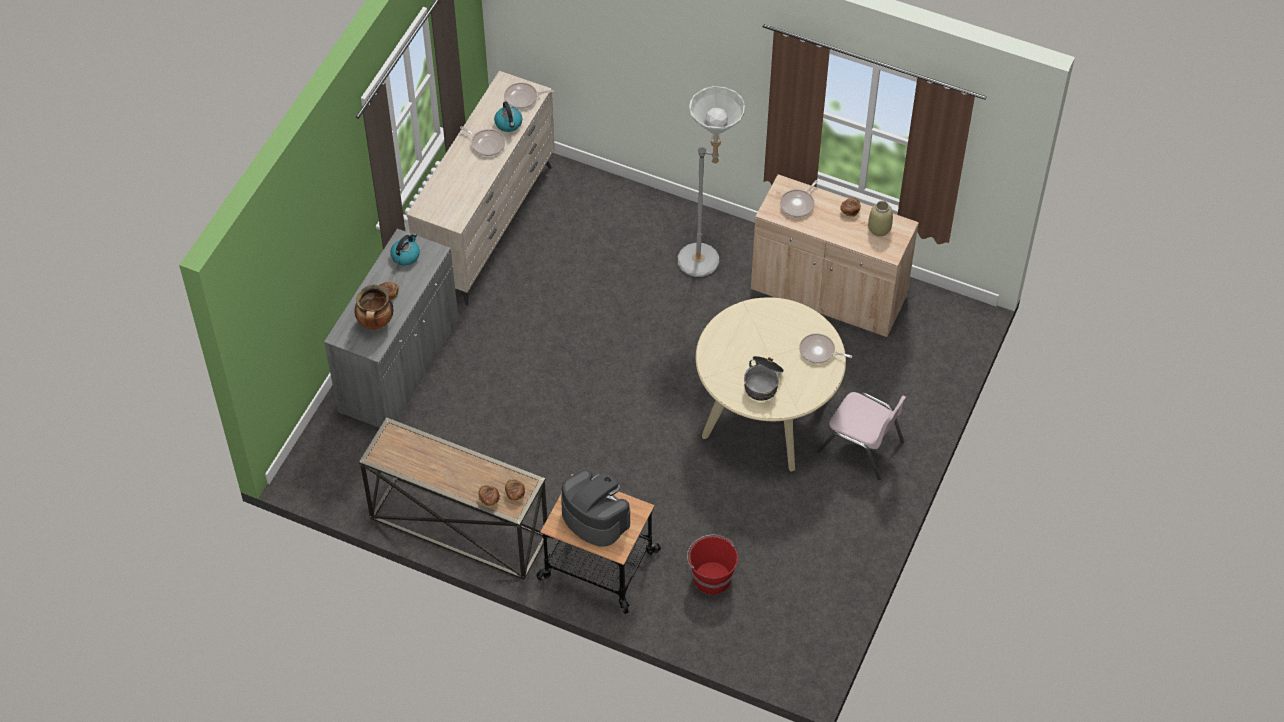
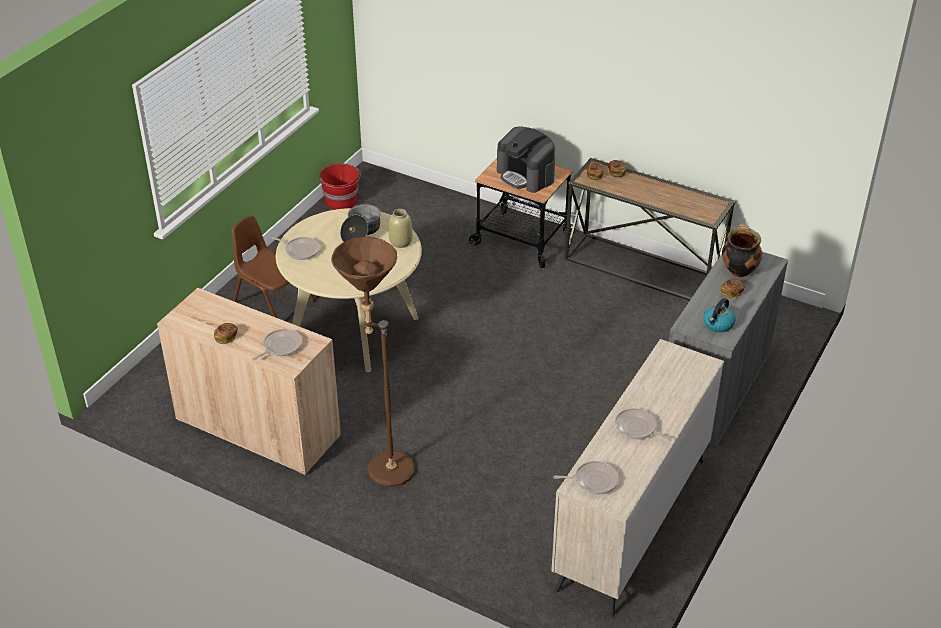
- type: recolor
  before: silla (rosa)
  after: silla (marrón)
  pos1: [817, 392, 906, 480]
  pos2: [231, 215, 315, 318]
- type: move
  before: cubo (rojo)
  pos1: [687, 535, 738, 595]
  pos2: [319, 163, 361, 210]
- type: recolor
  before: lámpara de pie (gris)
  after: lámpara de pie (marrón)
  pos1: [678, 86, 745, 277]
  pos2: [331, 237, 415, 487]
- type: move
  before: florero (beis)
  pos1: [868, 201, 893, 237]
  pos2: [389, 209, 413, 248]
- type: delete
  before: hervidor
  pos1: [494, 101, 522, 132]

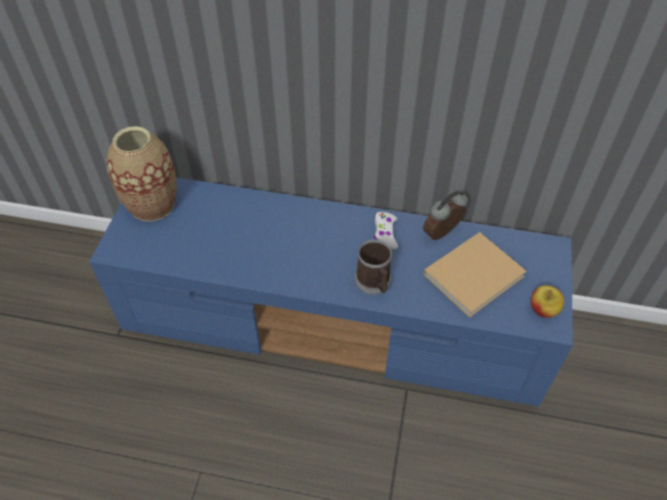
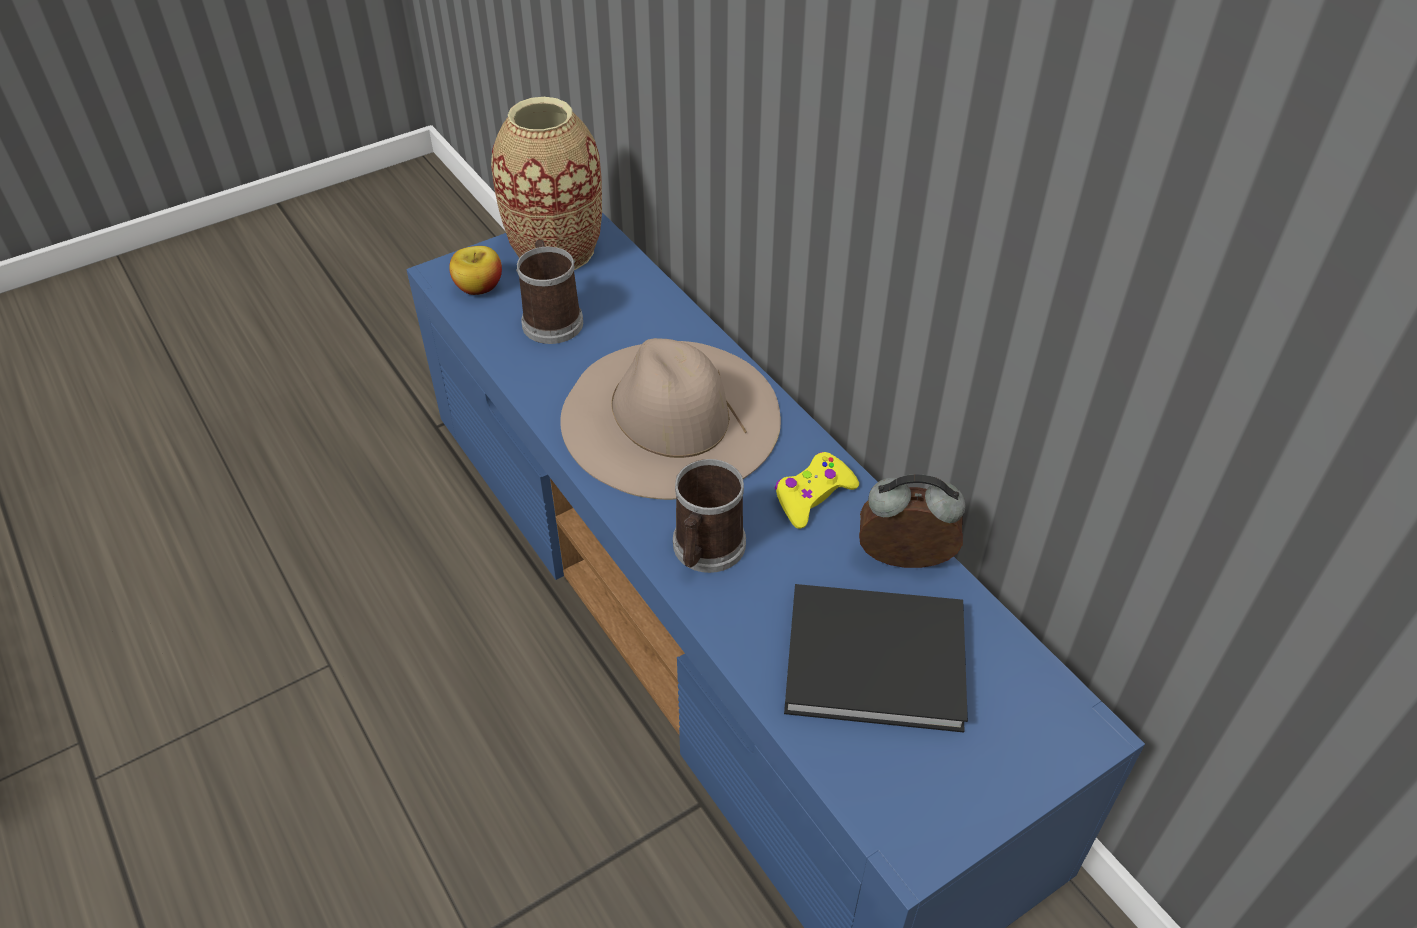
- type: move
  before: manzana
  pos1: [531, 285, 564, 318]
  pos2: [449, 246, 502, 295]
- type: insert
  after: taza grande
  pos2: [516, 240, 583, 344]
- type: insert
  after: sombrero (beis)
  pos2: [560, 338, 781, 500]
- type: recolor
  before: mando de consola (blanco)
  after: mando de consola (amarillo)
  pos1: [374, 212, 398, 250]
  pos2: [775, 452, 859, 529]
- type: recolor
  before: libro (beis)
  after: libro (negro)
  pos1: [424, 232, 527, 318]
  pos2: [784, 584, 968, 732]

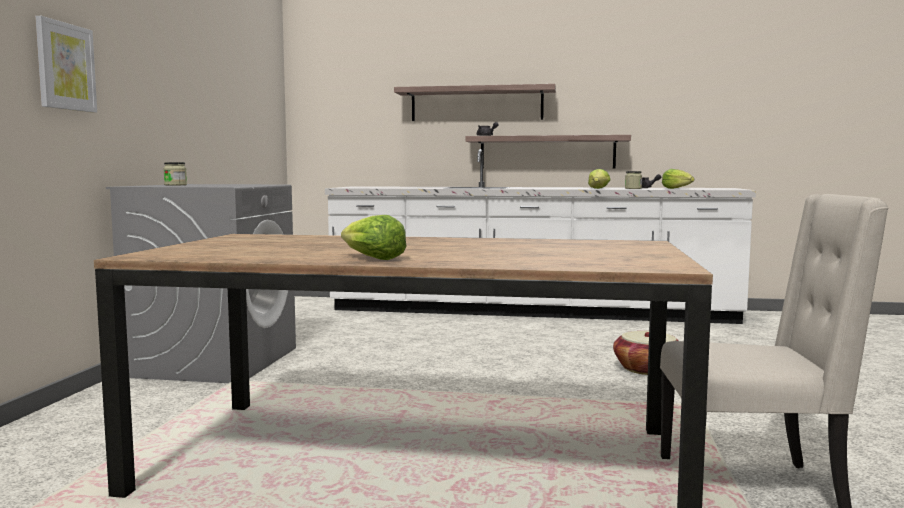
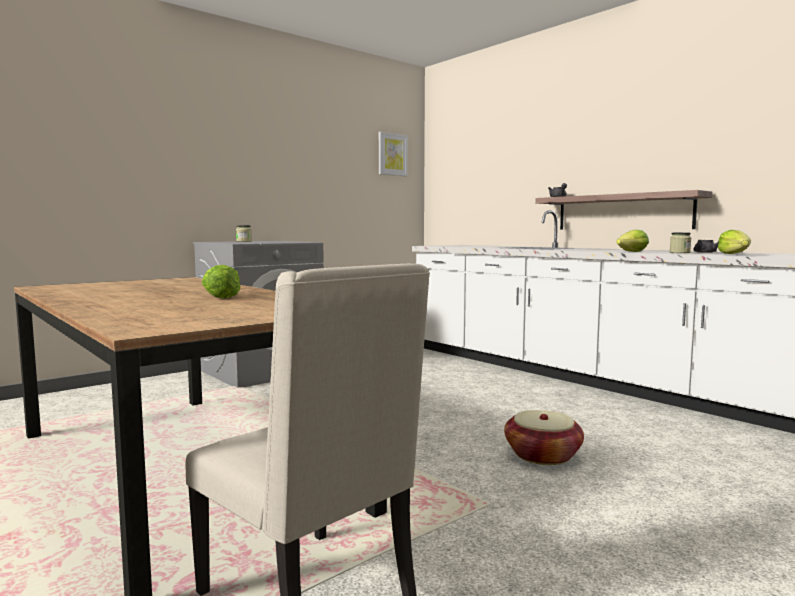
- type: move
  before: lechuga
  pos1: [341, 215, 406, 260]
  pos2: [202, 265, 241, 299]
- type: move
  before: cuadro
  pos1: [35, 16, 97, 113]
  pos2: [379, 131, 408, 176]
- type: delete
  before: estante
  pos1: [394, 84, 556, 121]

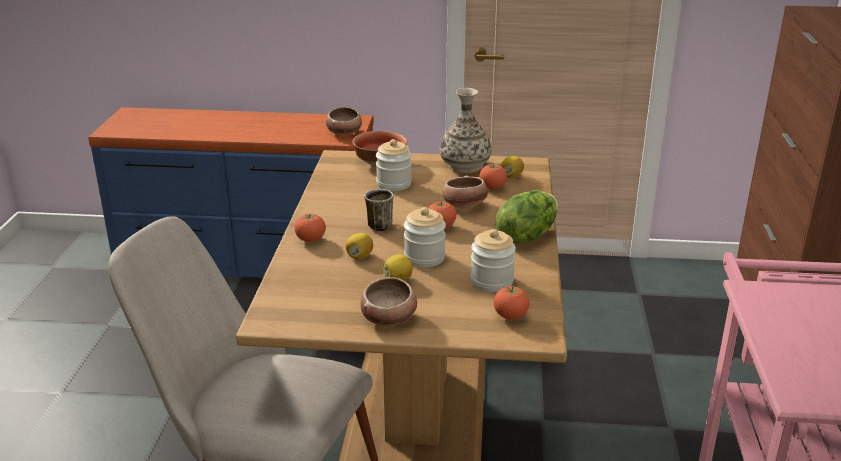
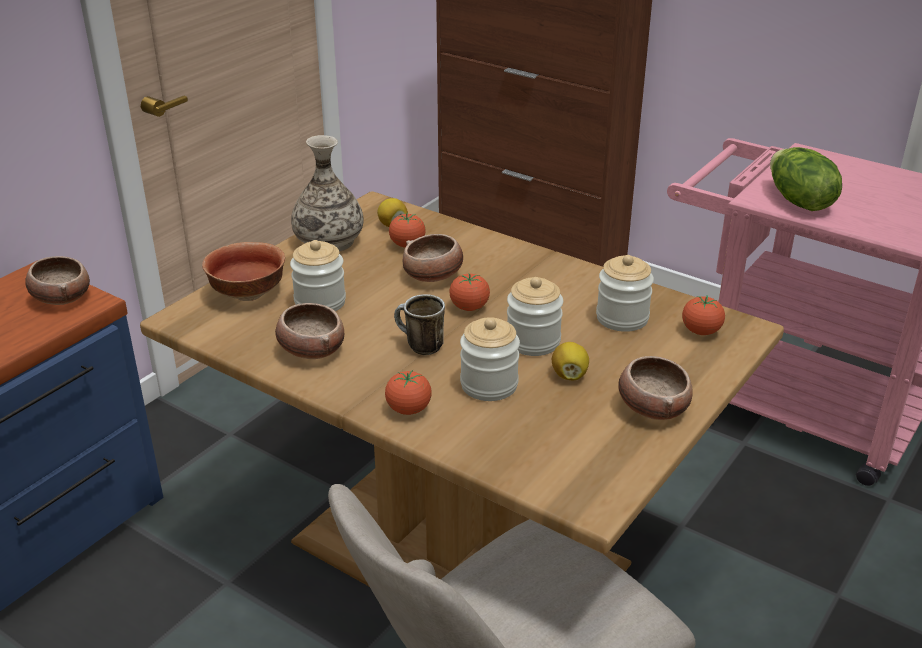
- type: insert
  after: cuenco
  pos2: [275, 303, 344, 359]
- type: replace
  before: limón
  after: tarro
  pos1: [346, 233, 373, 259]
  pos2: [460, 317, 520, 401]
- type: move
  before: lechuga
  pos1: [496, 190, 558, 244]
  pos2: [770, 147, 842, 211]

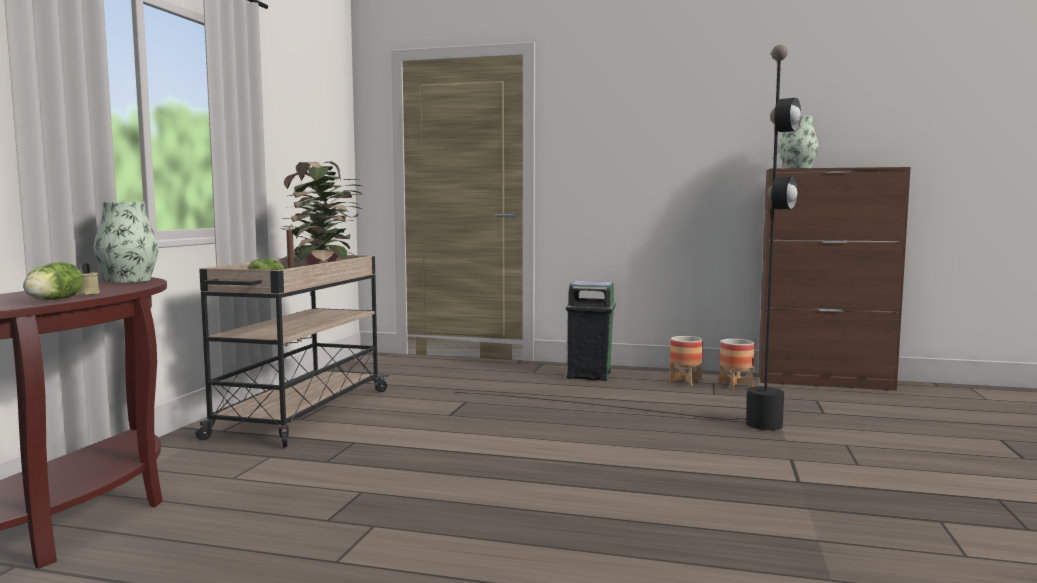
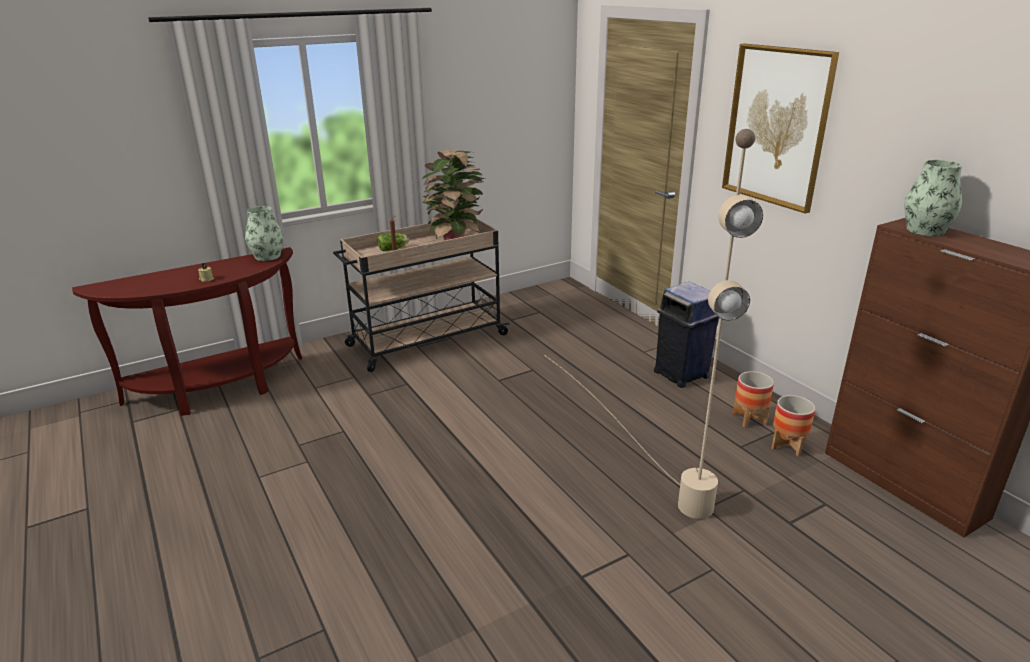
- type: recolor
  before: lámpara de pie (negro)
  after: lámpara de pie (beis)
  pos1: [455, 45, 801, 430]
  pos2: [544, 129, 763, 519]
- type: recolor
  before: papelera (verde)
  after: papelera (azul)
  pos1: [566, 281, 616, 381]
  pos2: [654, 282, 719, 388]
- type: insert
  after: cuadro
  pos2: [722, 43, 839, 214]
- type: delete
  before: lechuga
  pos1: [23, 262, 83, 300]

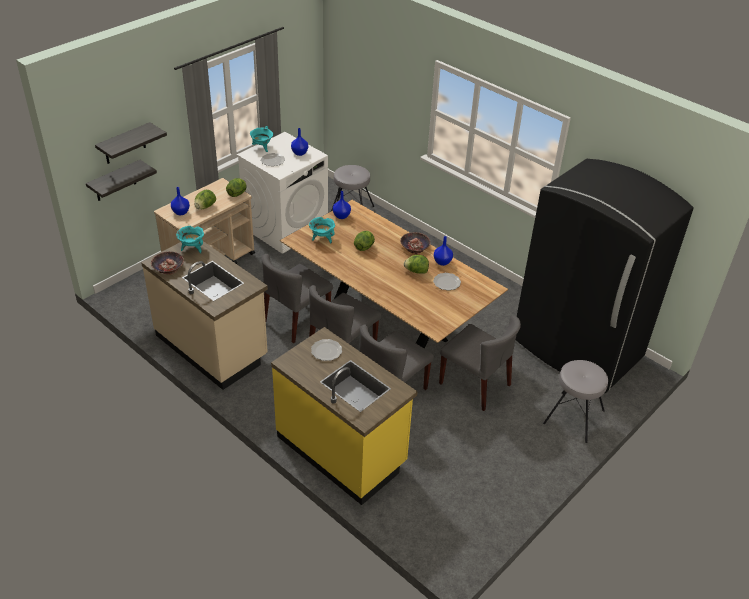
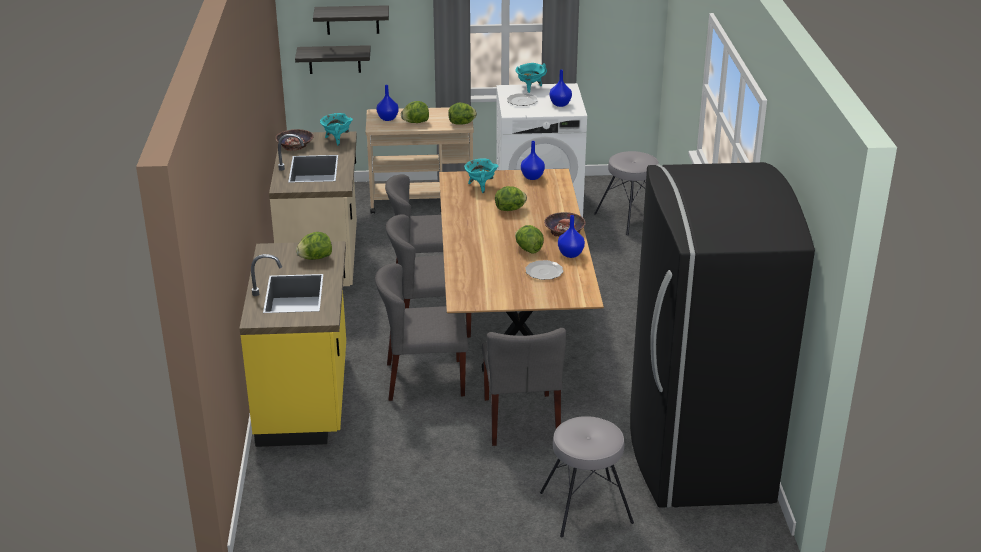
- type: replace
  before: plato
  after: lechuga
  pos1: [311, 339, 342, 361]
  pos2: [296, 232, 332, 260]

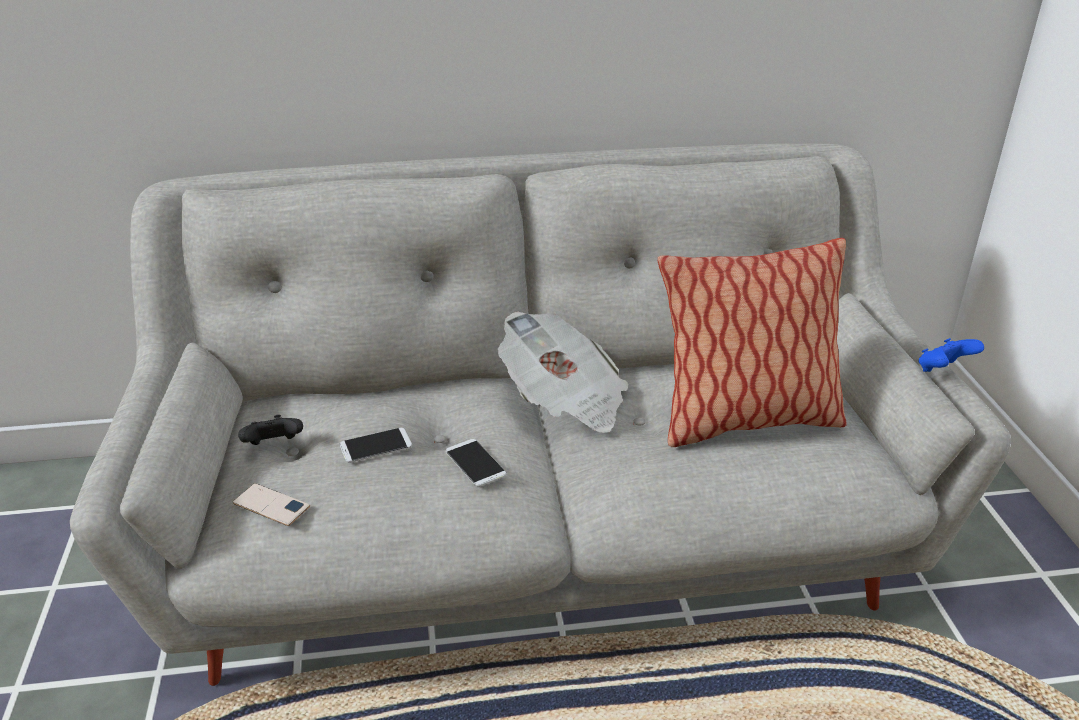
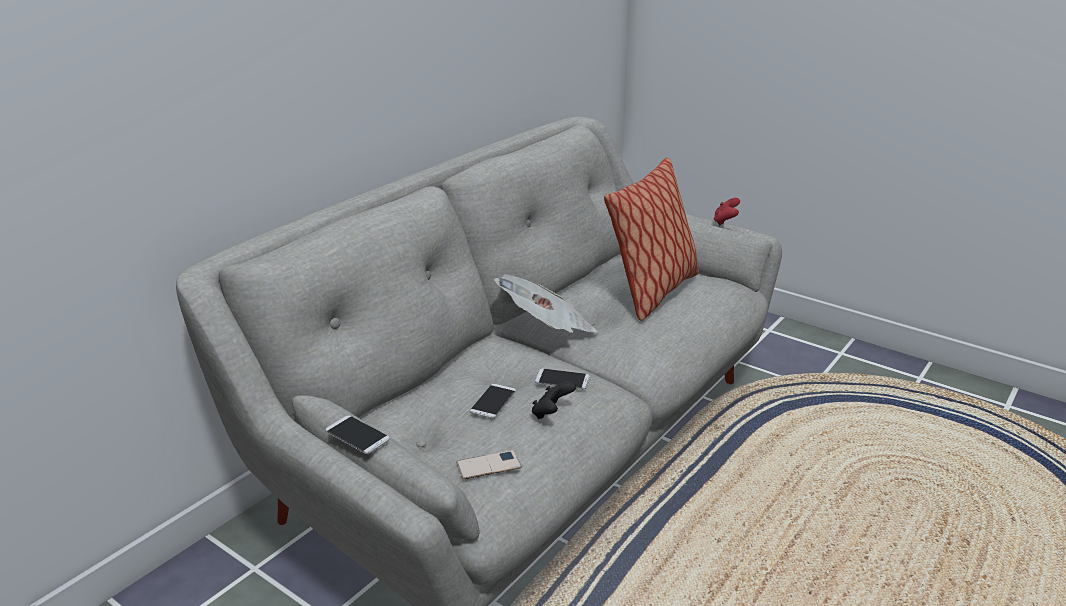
- type: insert
  after: móvil
  pos2: [325, 415, 390, 454]
- type: move
  before: mando de consola (negro)
  pos1: [238, 415, 303, 445]
  pos2: [532, 381, 576, 419]
- type: recolor
  before: mando de consola (azul)
  after: mando de consola (rojo)
  pos1: [918, 338, 984, 372]
  pos2: [714, 198, 740, 226]

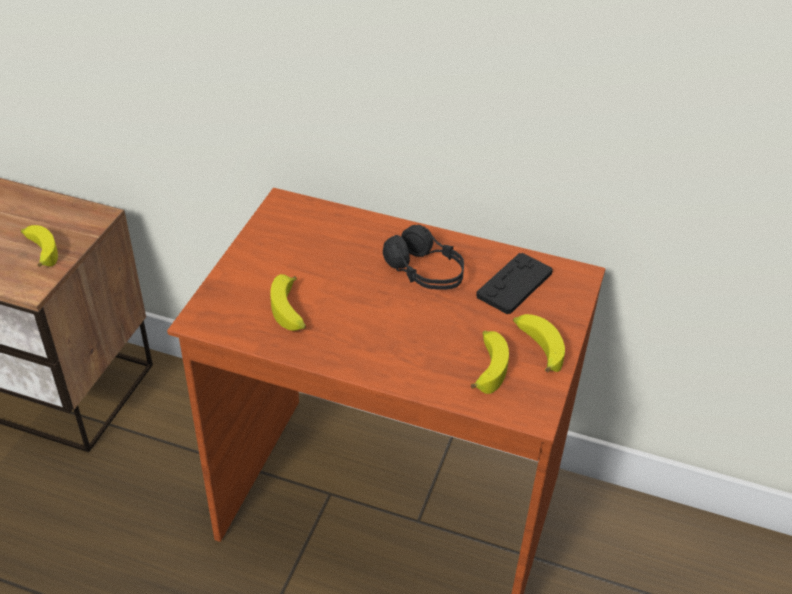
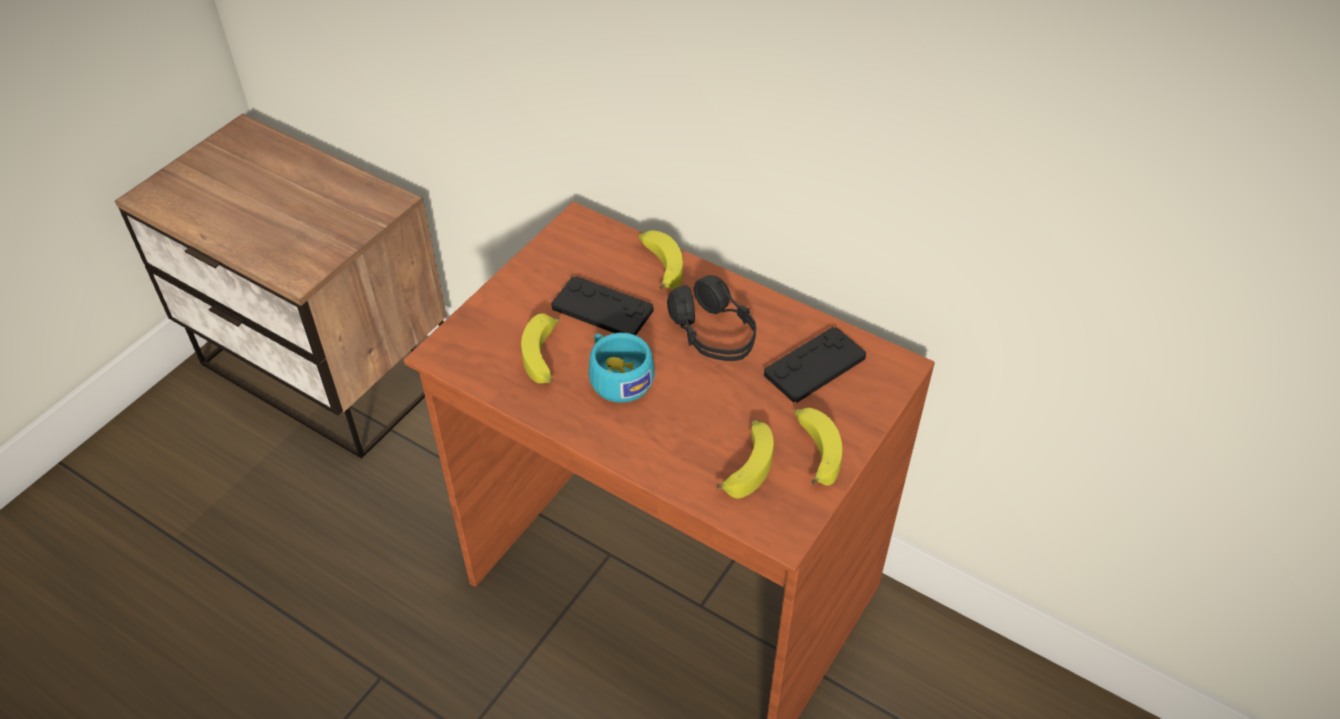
- type: insert
  after: mando de consola (negro)
  pos2: [551, 276, 653, 335]
- type: insert
  after: taza (turquesa)
  pos2: [589, 333, 655, 403]
- type: move
  before: plátano
  pos1: [21, 225, 58, 267]
  pos2: [638, 231, 683, 290]

